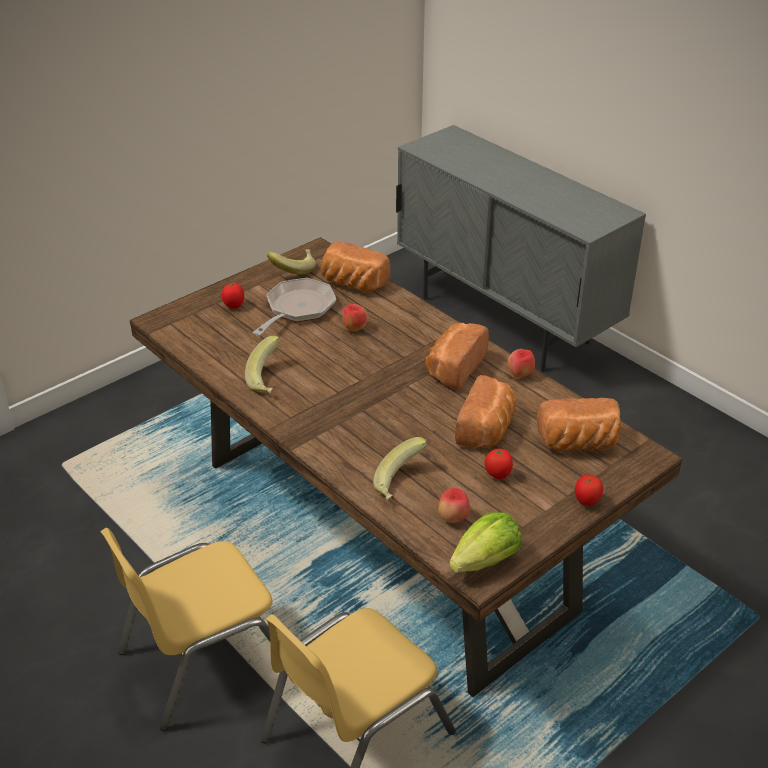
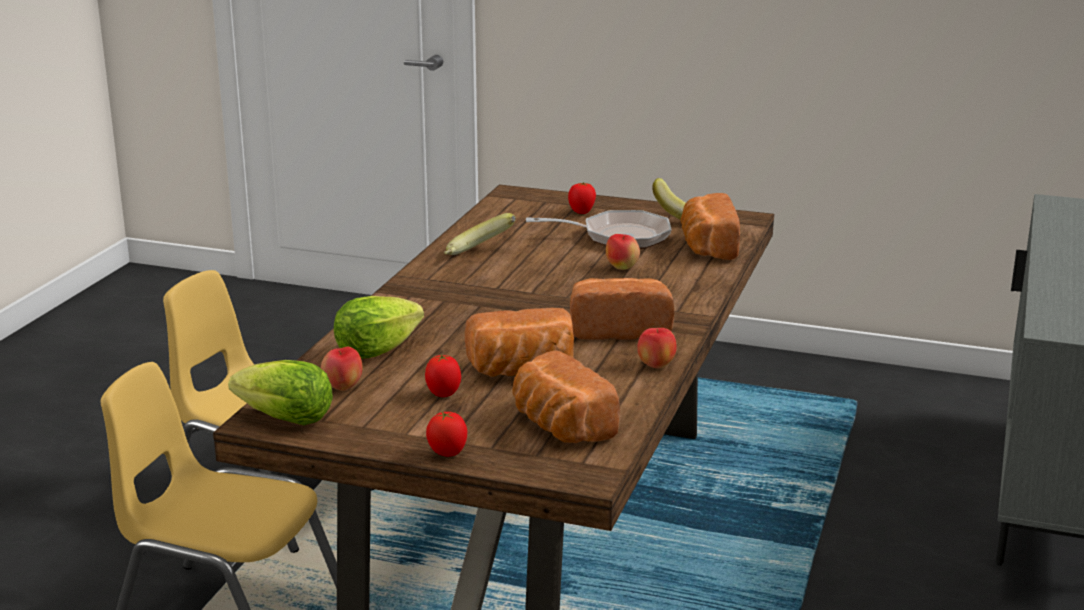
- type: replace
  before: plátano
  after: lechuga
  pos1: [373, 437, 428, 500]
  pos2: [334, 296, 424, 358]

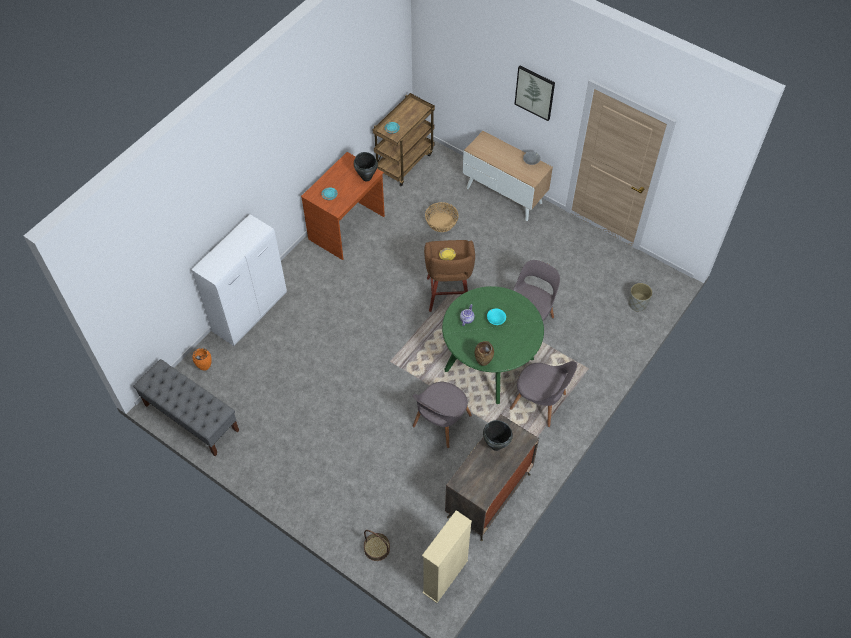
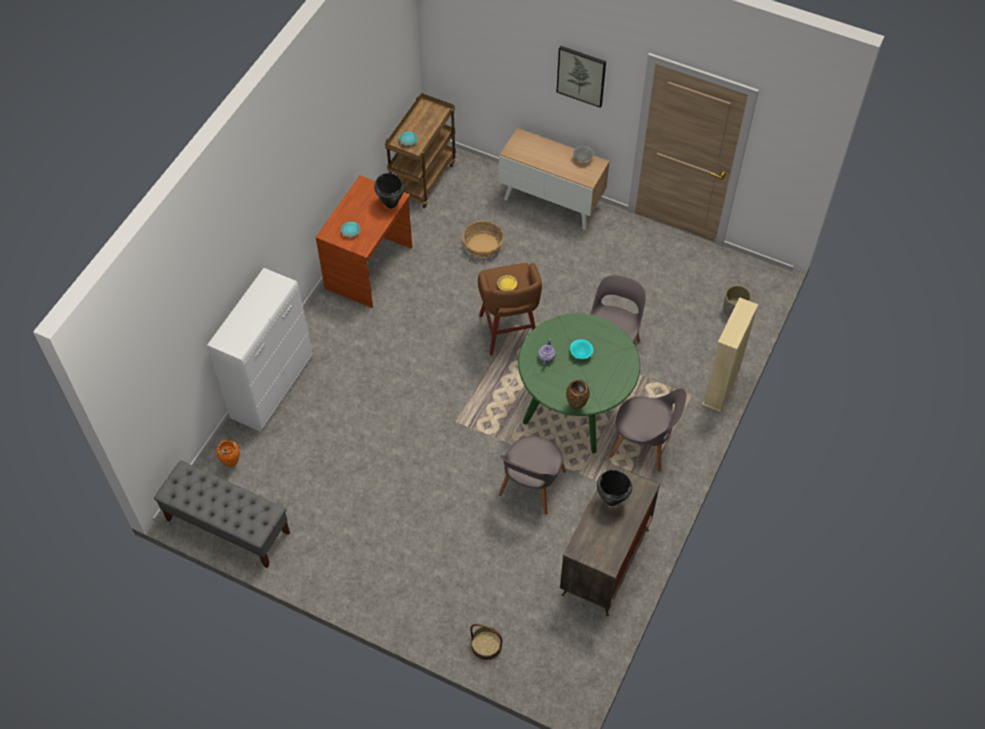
- type: move
  before: estantería (beis)
  pos1: [422, 510, 472, 603]
  pos2: [702, 297, 758, 412]

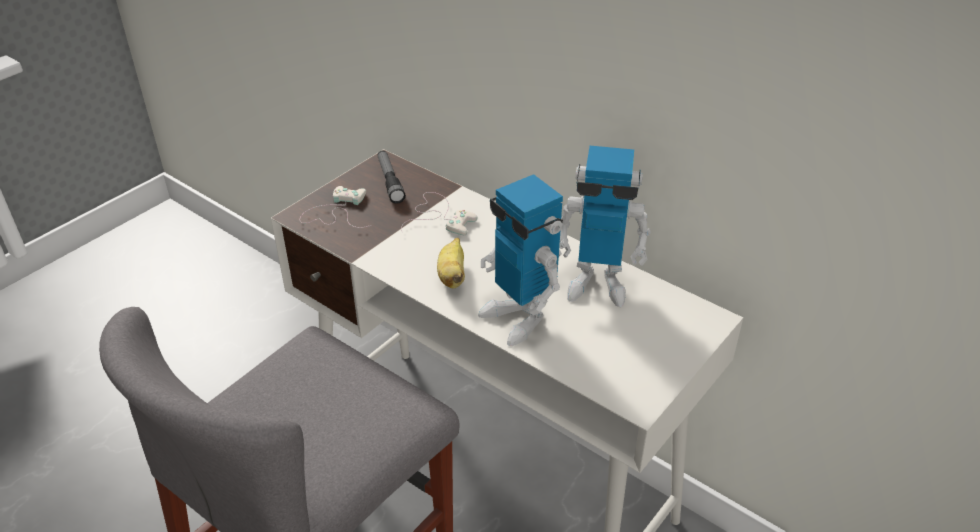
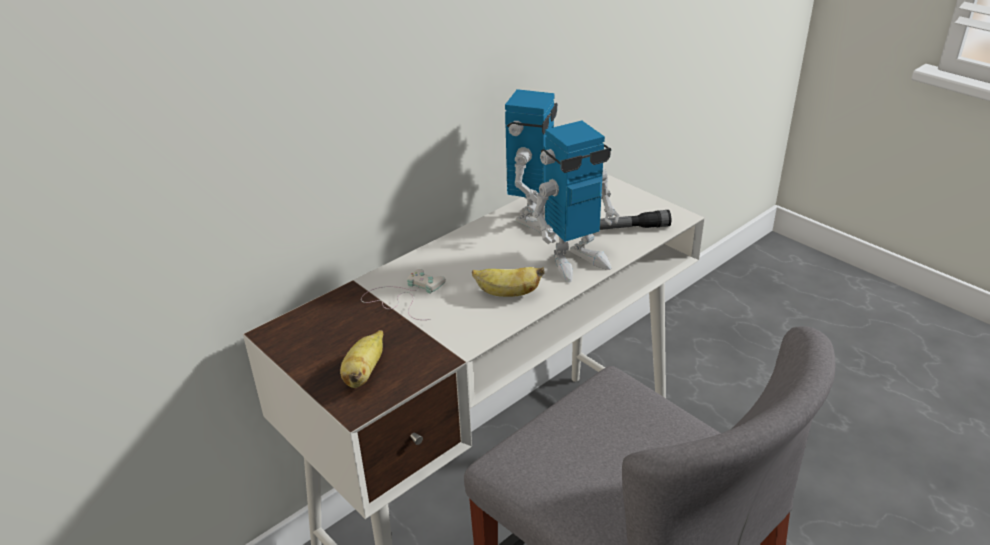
- type: replace
  before: mando de consola (blanco)
  after: plátano
  pos1: [300, 186, 371, 228]
  pos2: [340, 330, 383, 388]
- type: move
  before: linterna
  pos1: [378, 151, 406, 204]
  pos2: [600, 210, 671, 230]

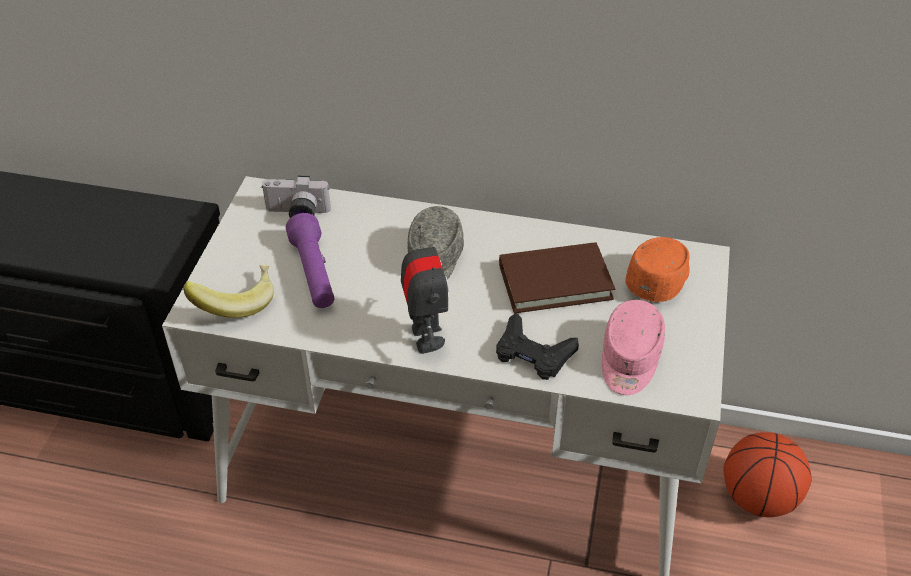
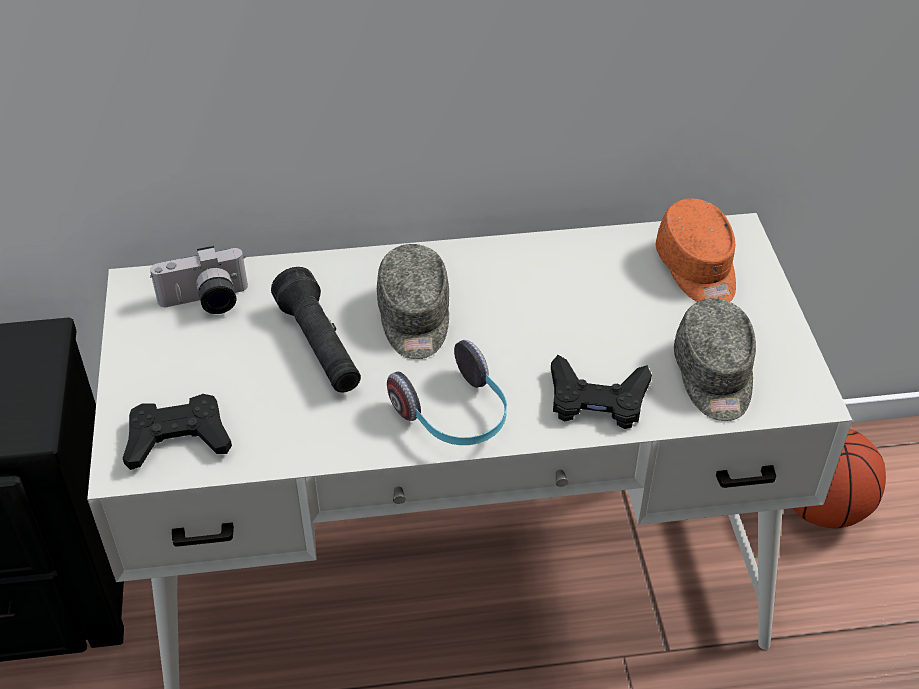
- type: replace
  before: plátano
  after: mando de consola (negro)
  pos1: [183, 264, 274, 318]
  pos2: [123, 394, 232, 470]
- type: insert
  after: linterna (negro)
  pos2: [271, 267, 361, 392]
- type: replace
  before: robot de juguete
  after: auriculares
  pos1: [401, 226, 449, 354]
  pos2: [387, 340, 507, 445]
- type: rotate
  before: gorra (naranja)
  pos1: [625, 237, 690, 302]
  pos2: [656, 198, 736, 302]
  turn: 150
- type: recolor
  before: gorra (rosa)
  after: gorra (gris)
  pos1: [602, 300, 665, 395]
  pos2: [674, 298, 756, 421]
- type: delete
  before: linterna (morado)
  pos1: [286, 213, 334, 308]
- type: delete
  before: libro (marrón)
  pos1: [499, 242, 615, 313]

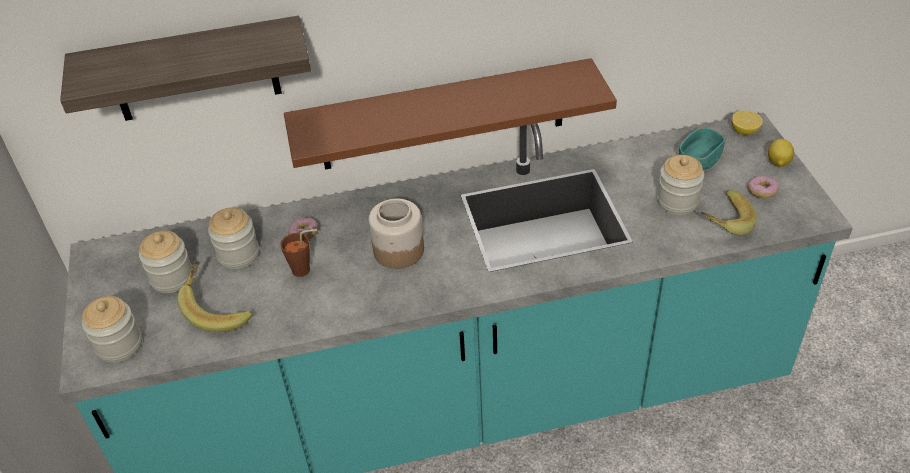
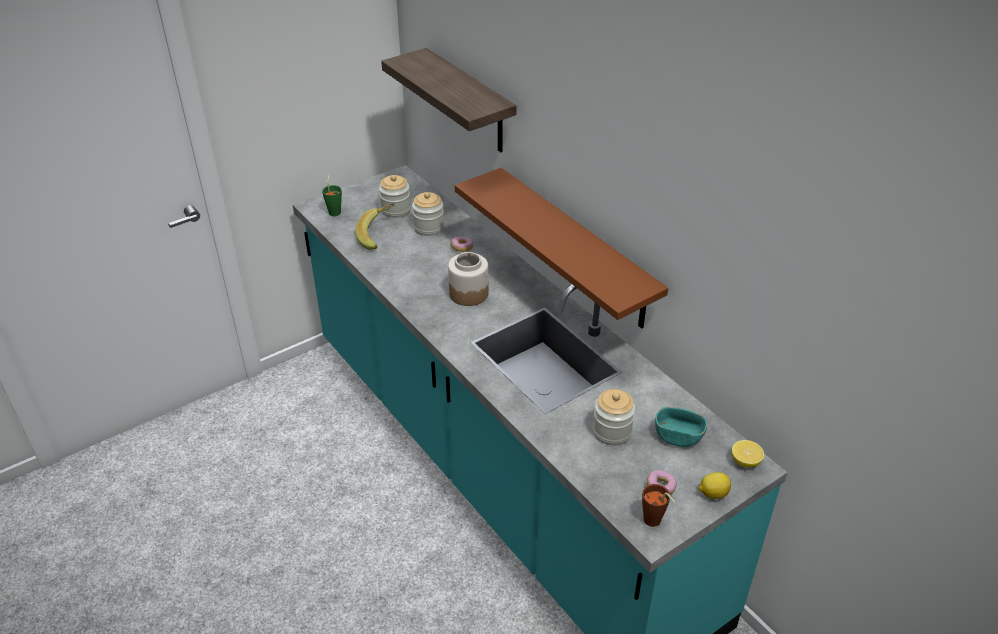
- type: replace
  before: tarro
  after: taza (verde)
  pos1: [82, 296, 142, 363]
  pos2: [322, 175, 342, 216]
- type: move
  before: taza (marrón)
  pos1: [280, 229, 317, 277]
  pos2: [642, 484, 676, 527]
- type: delete
  before: plátano
  pos1: [701, 190, 757, 235]

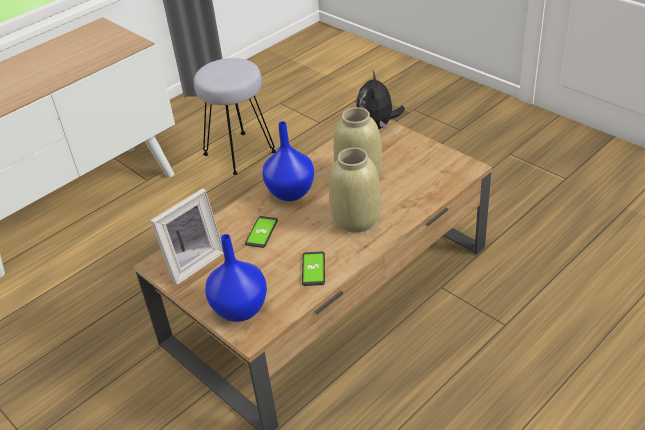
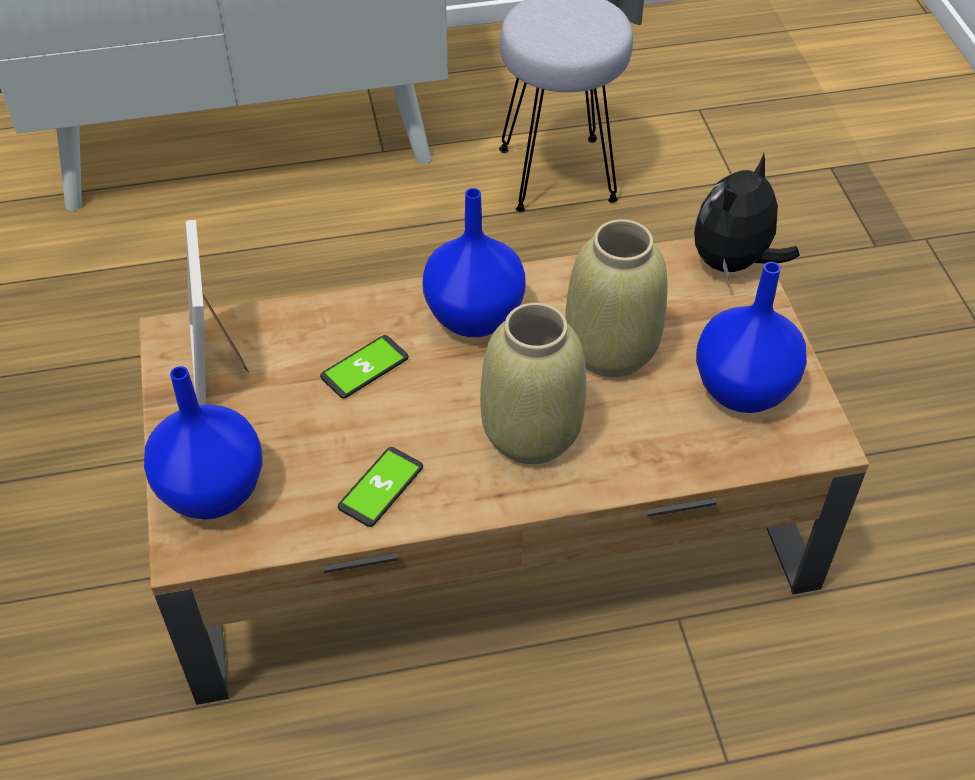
- type: rotate
  before: portarretratos
  pos1: [150, 188, 223, 285]
  pos2: [186, 220, 249, 405]
  turn: 90
- type: insert
  after: florero (azul)
  pos2: [696, 262, 807, 413]

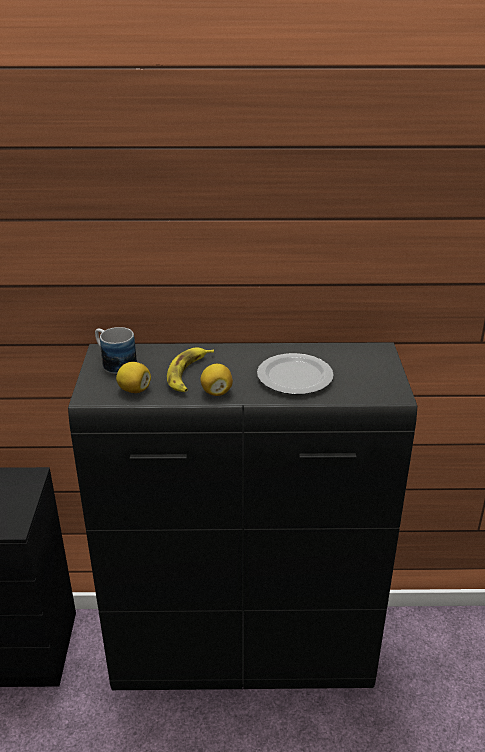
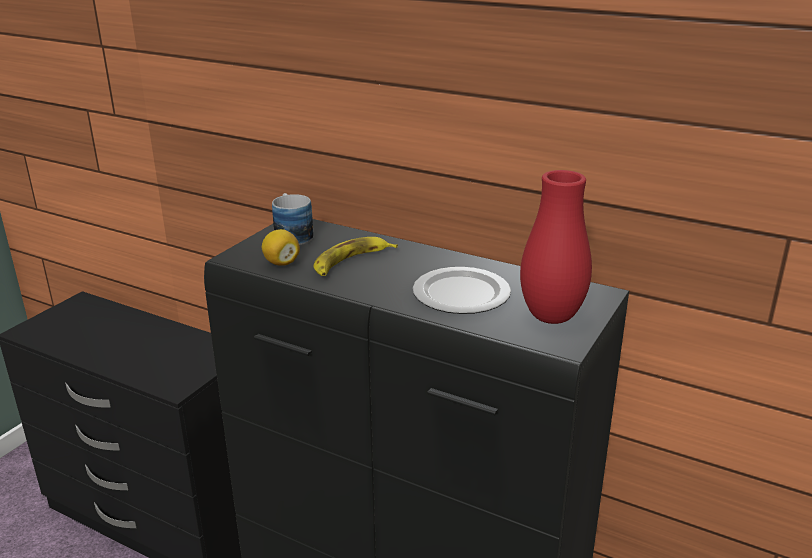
- type: insert
  after: florero (rojo)
  pos2: [520, 170, 592, 324]
- type: delete
  before: limón
  pos1: [200, 364, 233, 396]

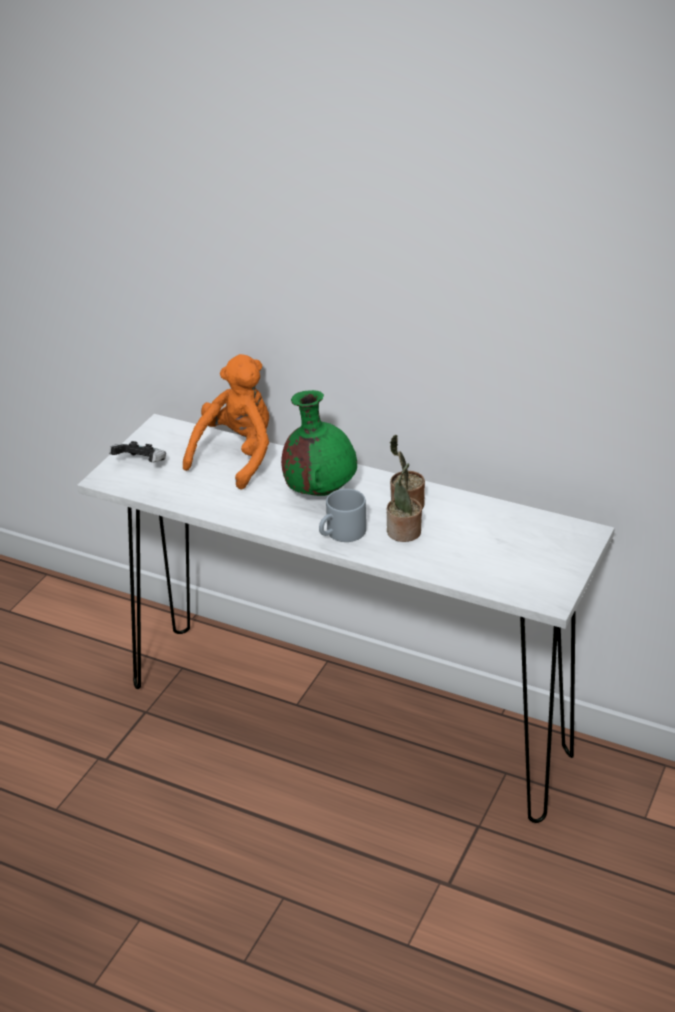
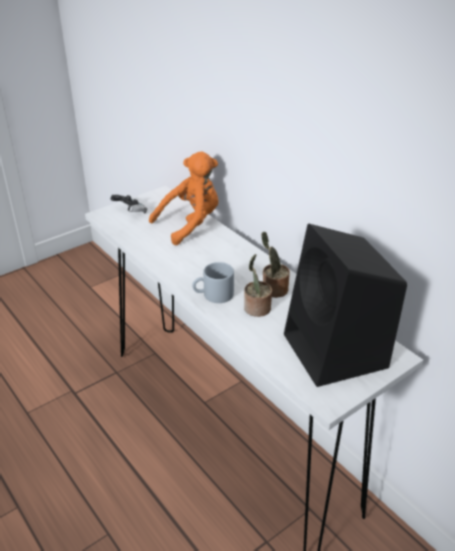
- type: insert
  after: altavoz (negro)
  pos2: [284, 224, 407, 387]
- type: delete
  before: florero (verde)
  pos1: [281, 390, 357, 496]

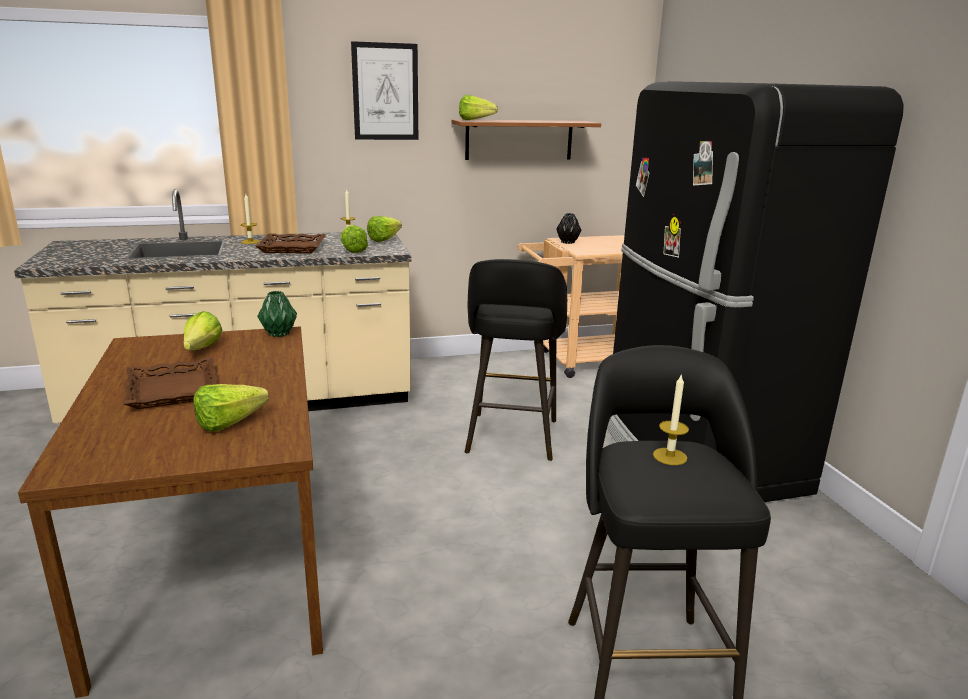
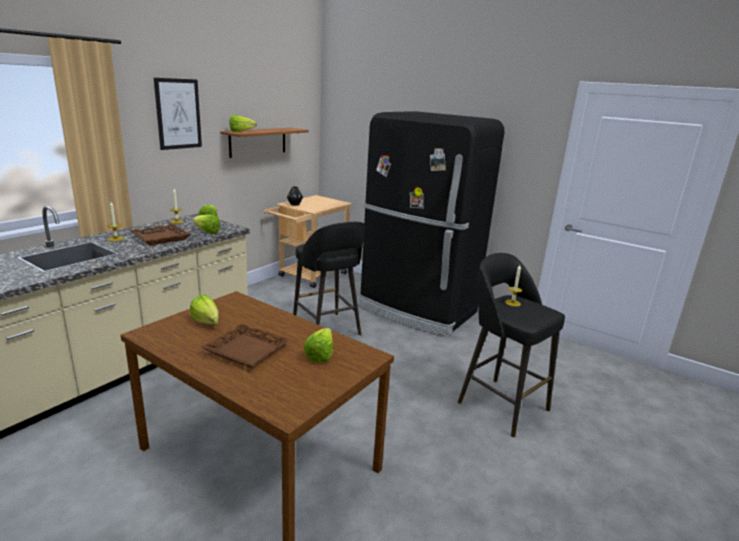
- type: delete
  before: florero (verde)
  pos1: [257, 291, 297, 337]

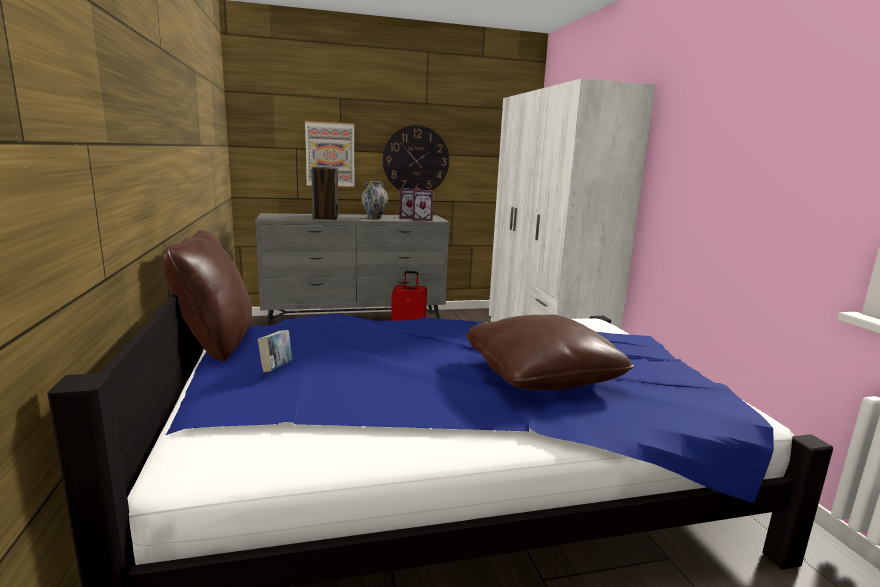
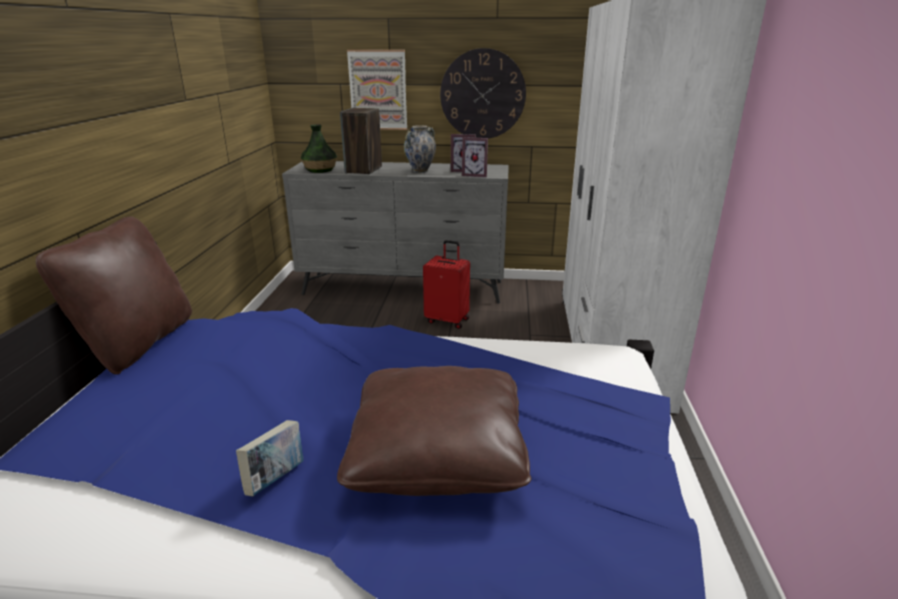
- type: move
  before: libro
  pos1: [258, 330, 293, 373]
  pos2: [236, 420, 303, 497]
- type: insert
  after: florero
  pos2: [301, 124, 337, 173]

